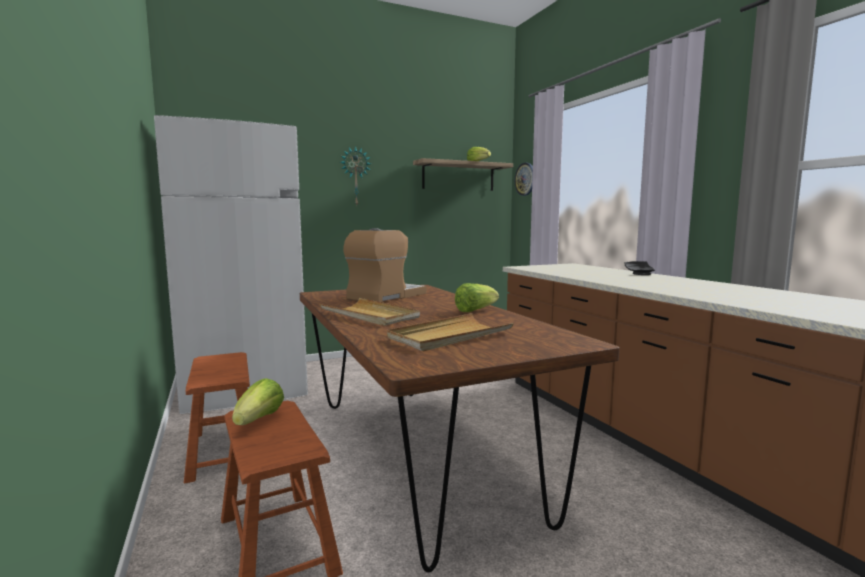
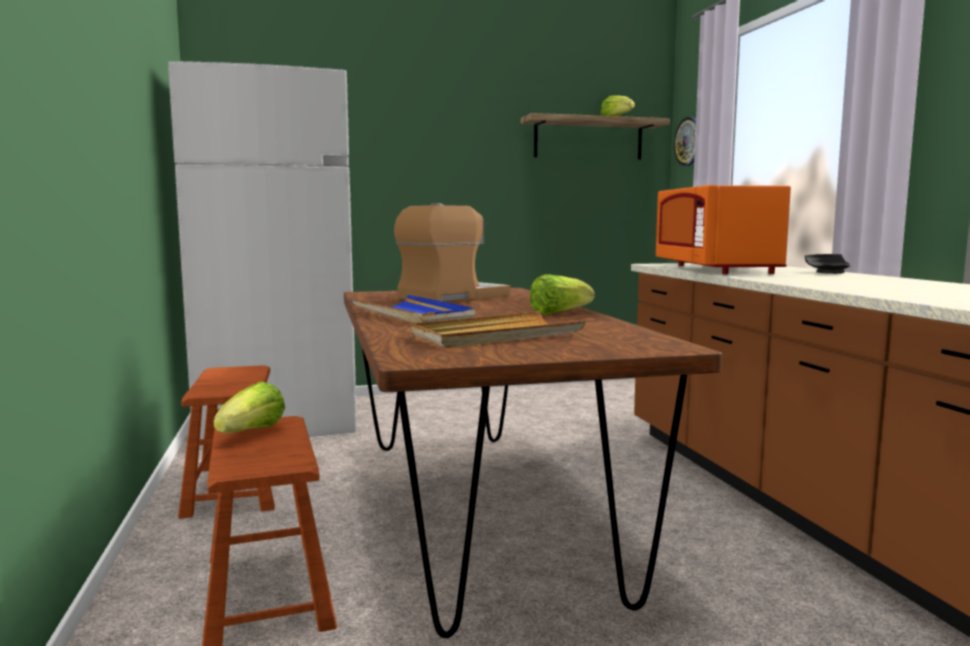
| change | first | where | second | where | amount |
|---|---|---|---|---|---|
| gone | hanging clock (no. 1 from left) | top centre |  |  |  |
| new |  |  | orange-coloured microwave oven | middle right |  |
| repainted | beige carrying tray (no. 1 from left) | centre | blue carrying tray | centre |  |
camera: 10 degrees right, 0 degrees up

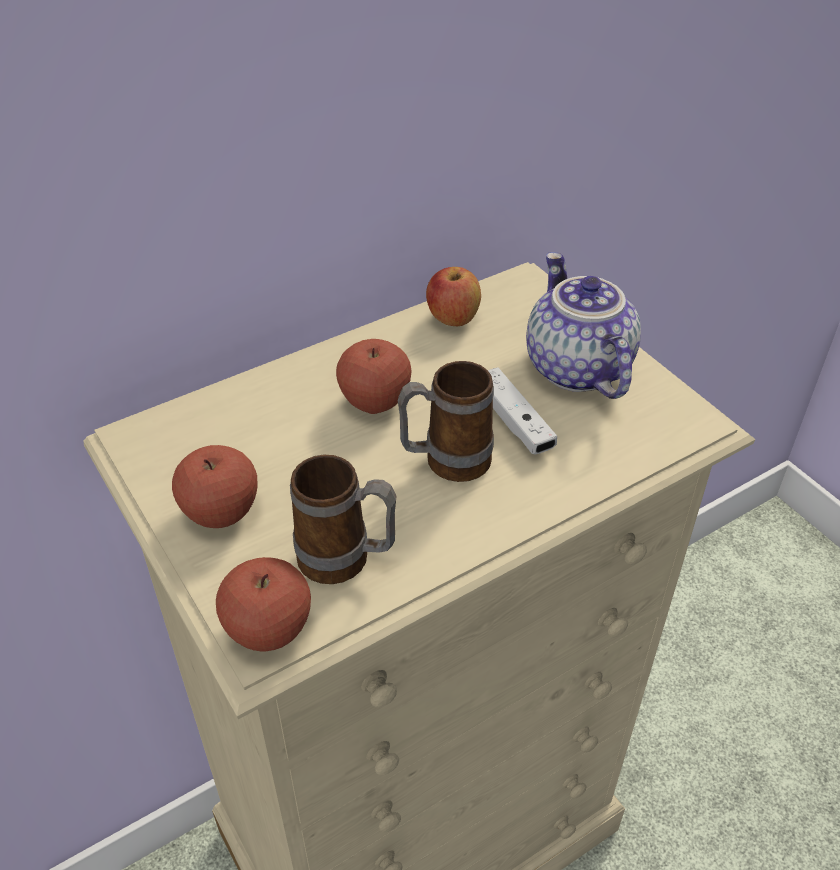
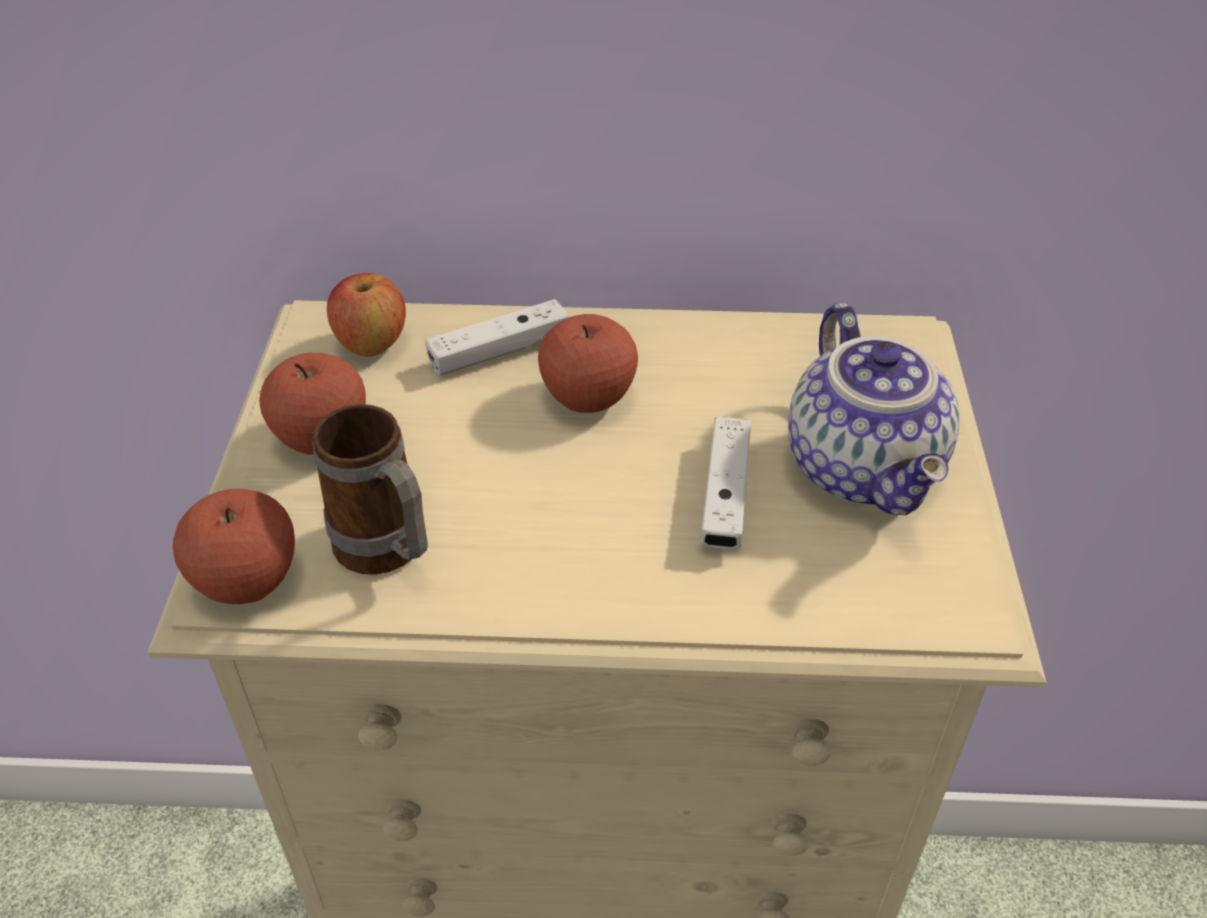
| change | first | where | second | where | amount |
|---|---|---|---|---|---|
| gone | coffee mug (no. 2 from left) | centre |  |  |  |
| new |  |  | white-coloured joypad (no. 1 from left) | centre |  |
| shifted | apple fruit (no. 4 from left in the first image) | centre | apple fruit (no. 3 from left) | middle left |  |
| rotated | tea pot | middle right |  | middle right | 150 degrees clockwise |
camera: 35 degrees right, 0 degrees up

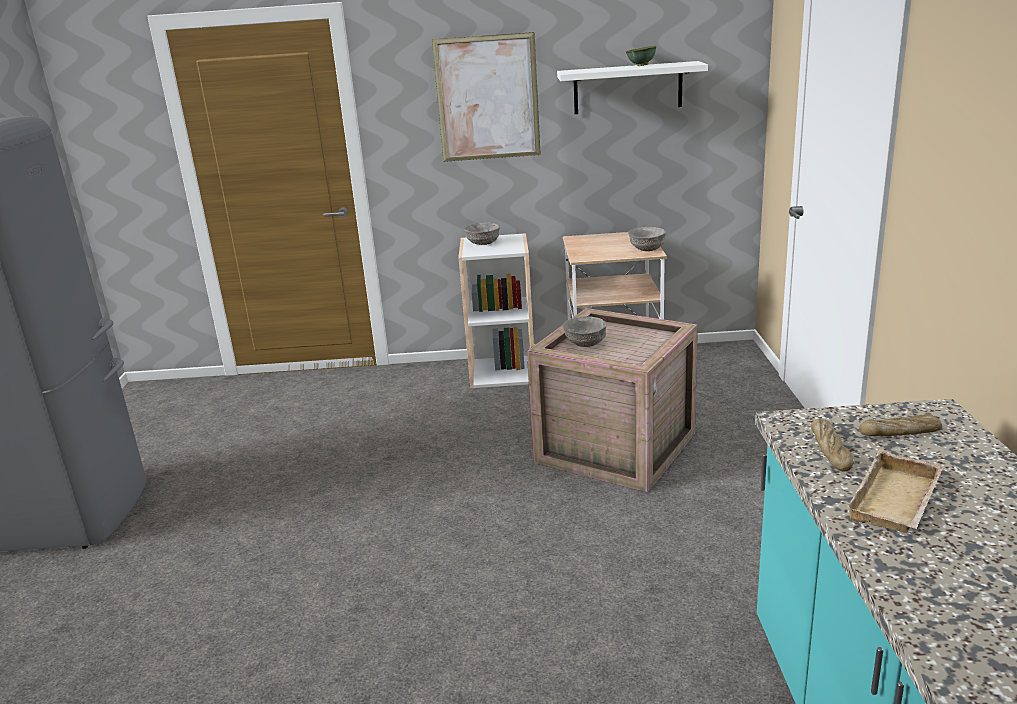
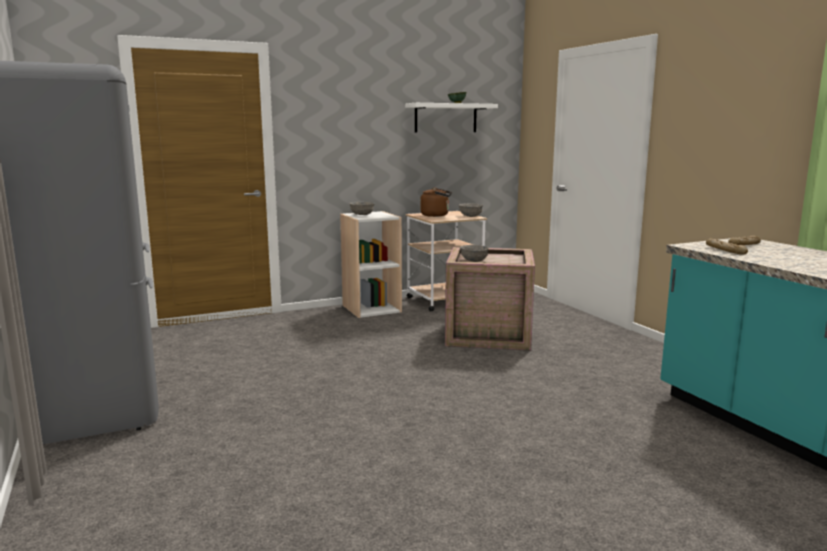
| change | first | where | second | where | amount |
|---|---|---|---|---|---|
| gone | wall art | top centre |  |  |  |
| gone | beige carrying tray | bottom right |  |  |  |
| new |  |  | brown kettle | centre |  |
camera: 25 degrees left, 10 degrees down

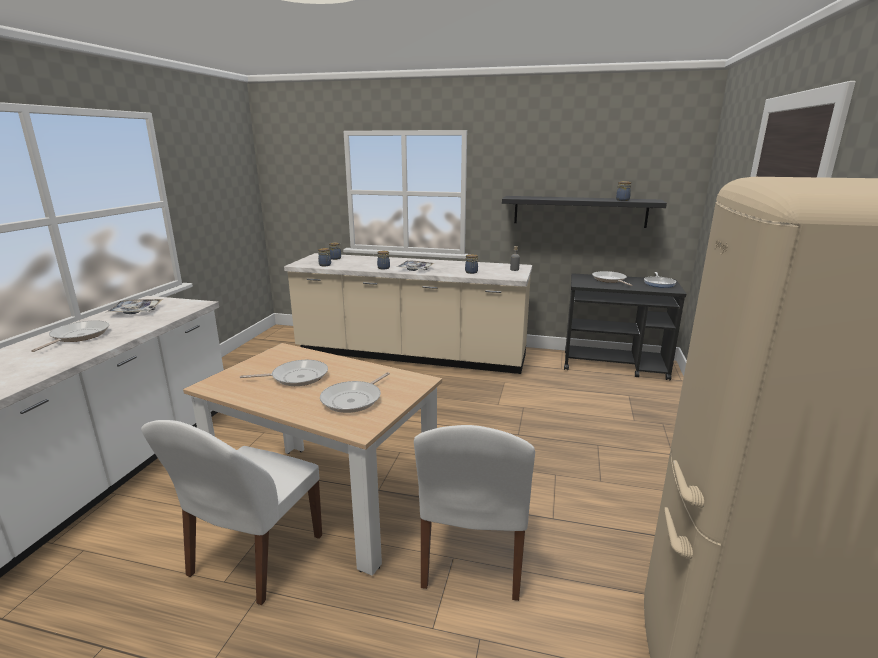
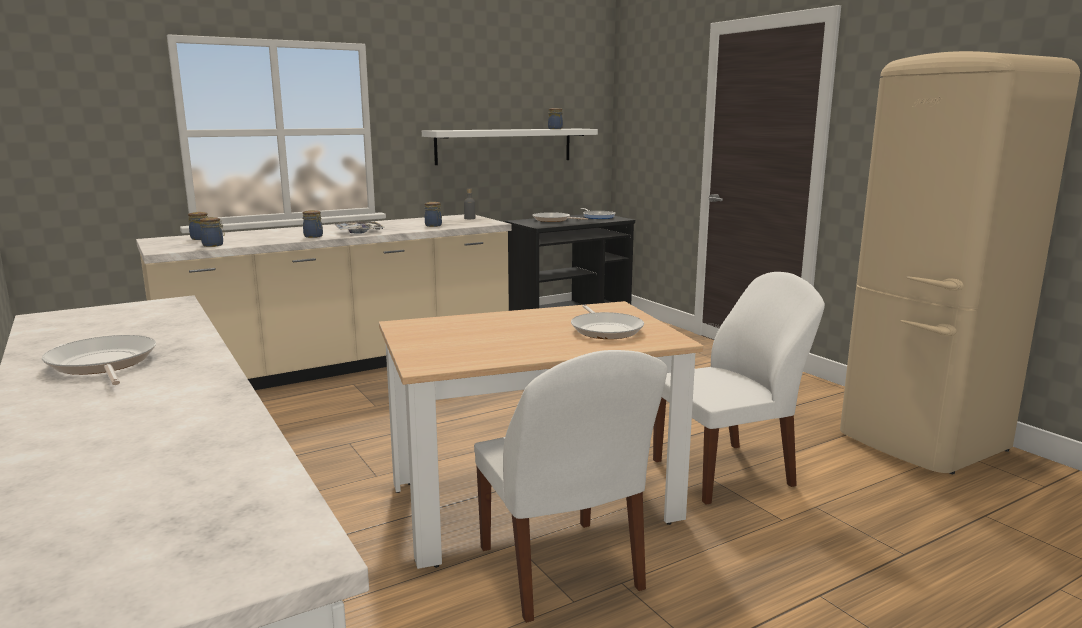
| change | first | where | second | where | amount |
|---|---|---|---|---|---|
| gone | carrying tray (no. 1 from left) | middle left |  |  |  |
| gone | pan (no. 2 from left) | middle left |  |  |  |
| repainted | blackish bracket shelf | top centre | white-coloured bracket shelf | top centre |  |
| rotated | white-coloured upright chair (no. 2 from left) | bottom centre |  | middle right | 75 degrees counterclockwise |
camera: 45 degrees left, 5 degrees down

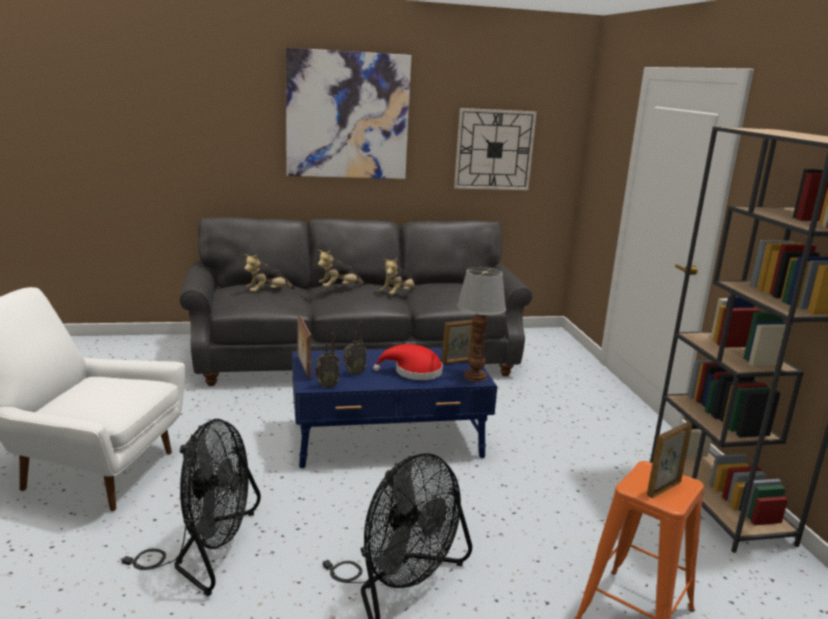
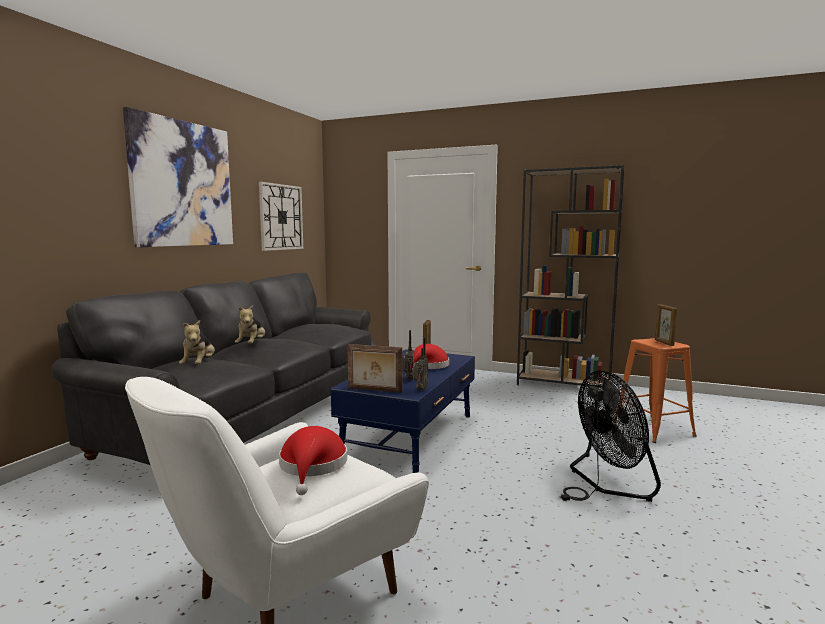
| change | first | where | second | where | amount |
|---|---|---|---|---|---|
| gone | blackish electric fan (no. 1 from left) | bottom left |  |  |  |
| gone | plush toy (no. 3 from left) | centre |  |  |  |
| gone | lamp for a table | centre |  |  |  |
| new |  |  | red-coloured wearable hat (no. 1 from left) | bottom centre |  |
camera: 55 degrees left, 10 degrees down

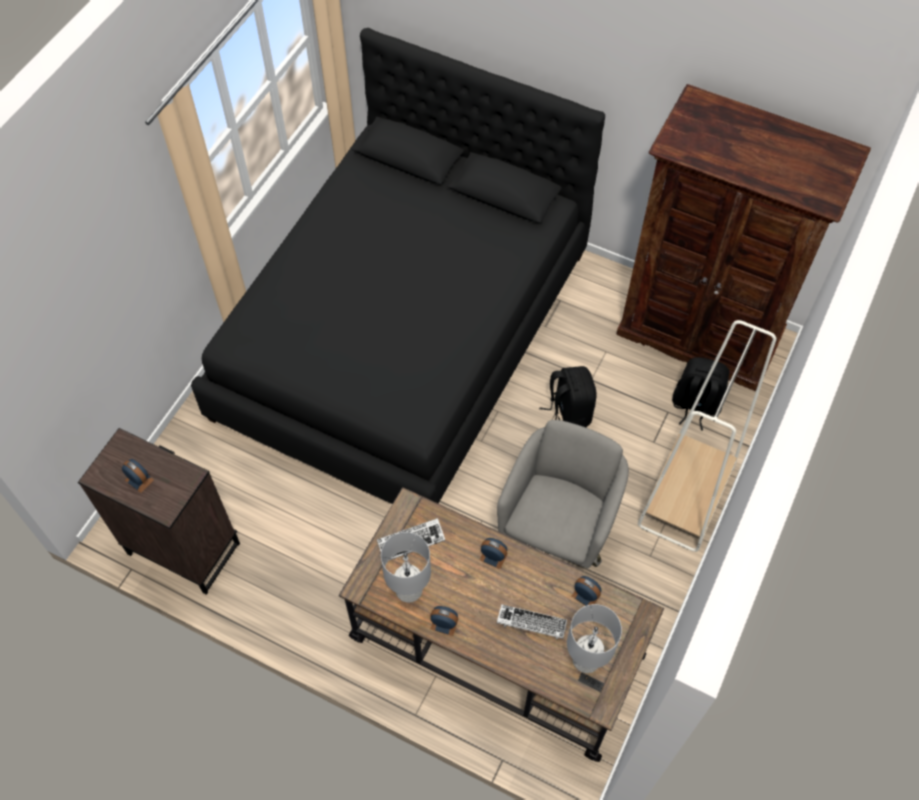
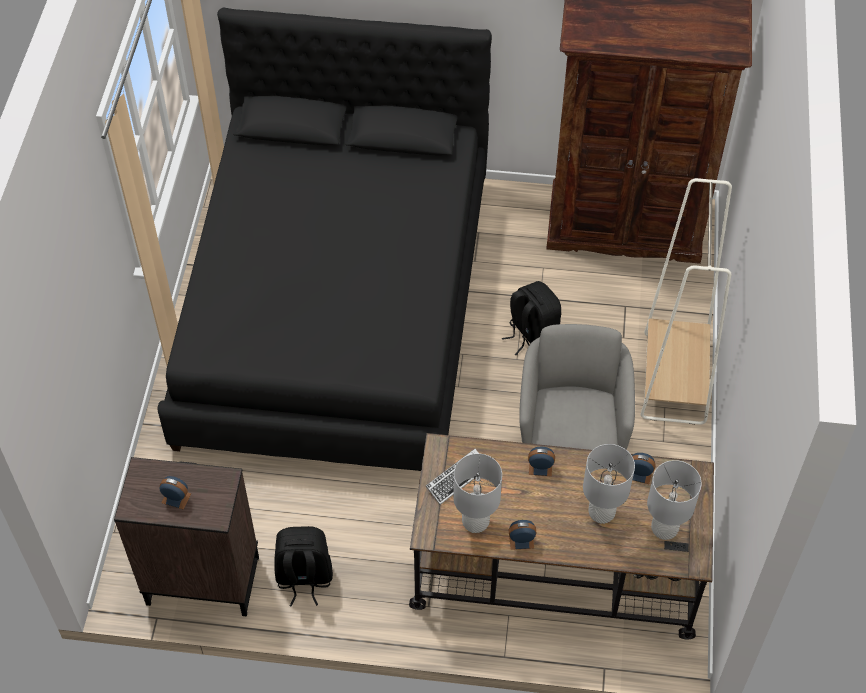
| change | first | where | second | where | amount |
|---|---|---|---|---|---|
| shifted | blackish rucksack (no. 2 from left in the first image) | middle right | blackish rucksack (no. 1 from left) | bottom centre |  |
| swapped | PC keyboard (no. 2 from left) | bottom centre | grey lamp for a table (no. 2 from left) | bottom right |  |
camera: 20 degrees left, 5 degrees down

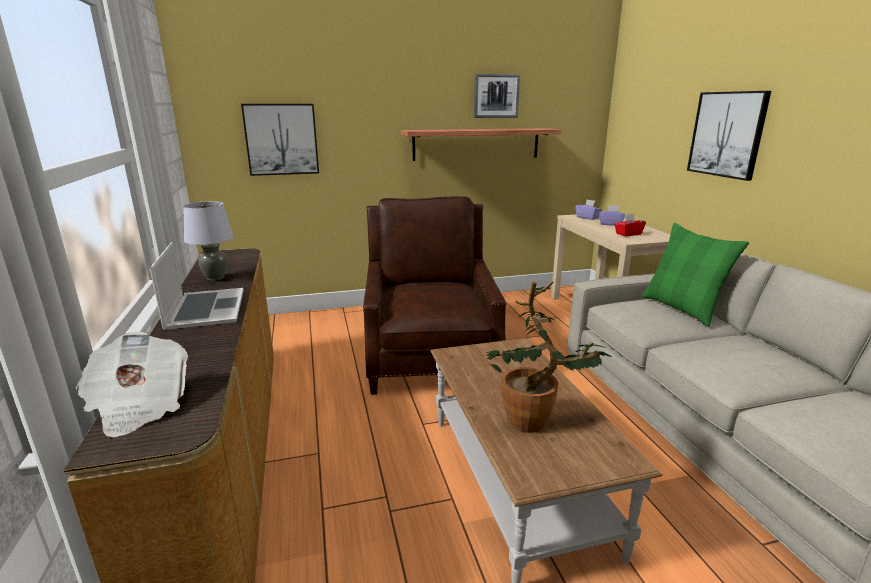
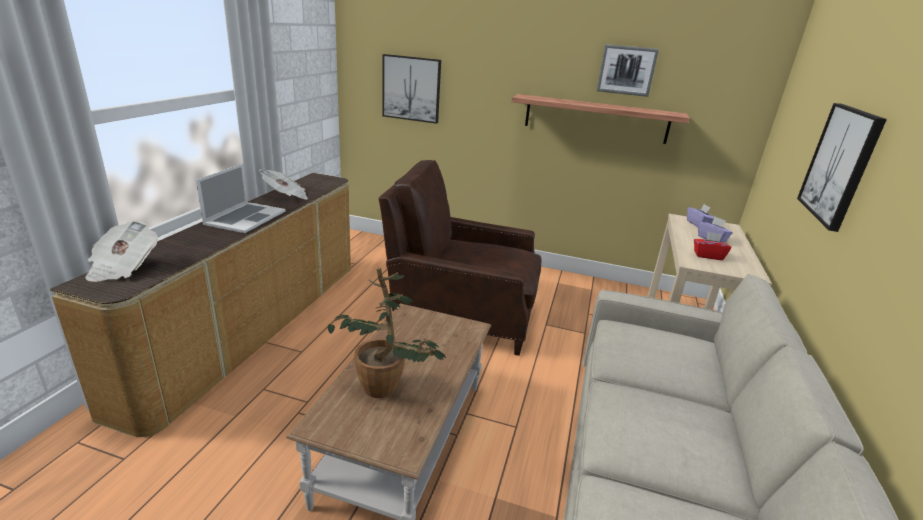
| change | first | where | second | where | amount |
|---|---|---|---|---|---|
| gone | green cushion | middle right |  |  |  |
| swapped | grey lamp for a table | middle left | newspaper (no. 2 from left) | middle left |  |
| rotated | brown easy chair | centre |  | centre | 105 degrees counterclockwise |
camera: 30 degrees right, 5 degrees up

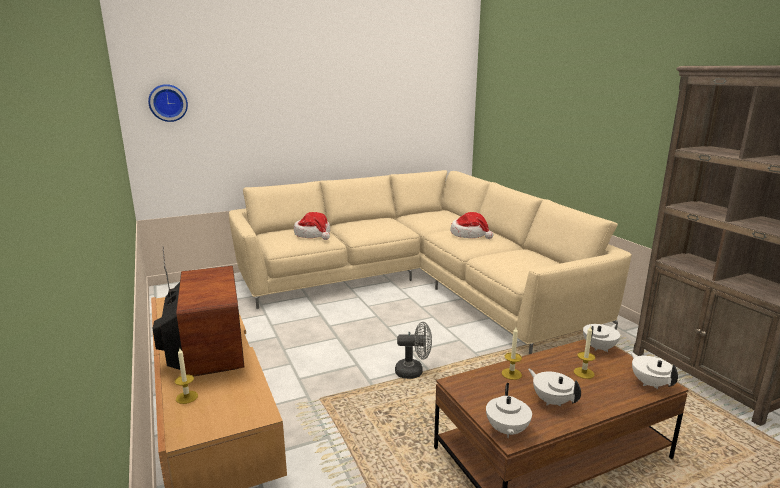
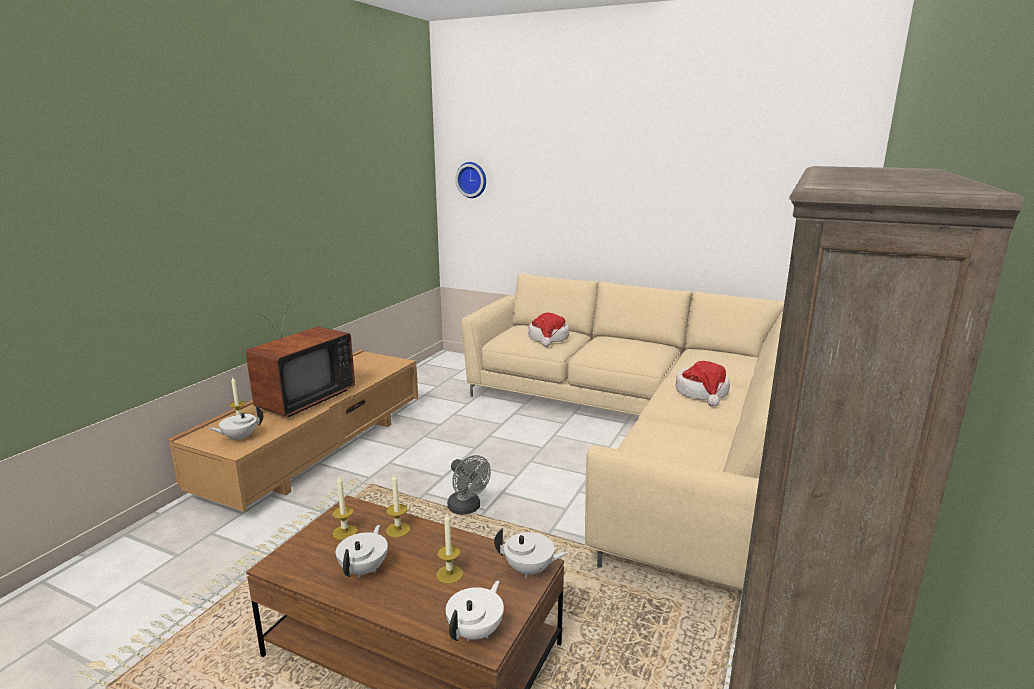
| change | first | where | second | where | amount |
|---|---|---|---|---|---|
| new |  |  | candle (no. 2 from left) | bottom centre |  |
| shifted | white-coloured tea pot (no. 1 from left) | bottom centre |  | middle left |  |
camera: 50 degrees right, 0 degrees up

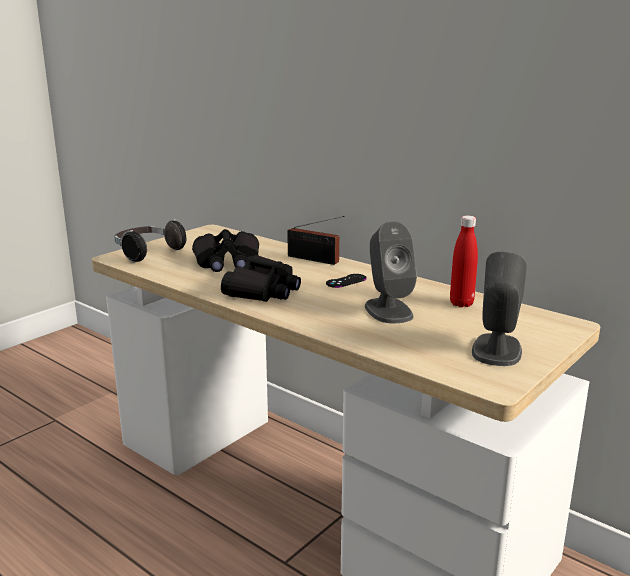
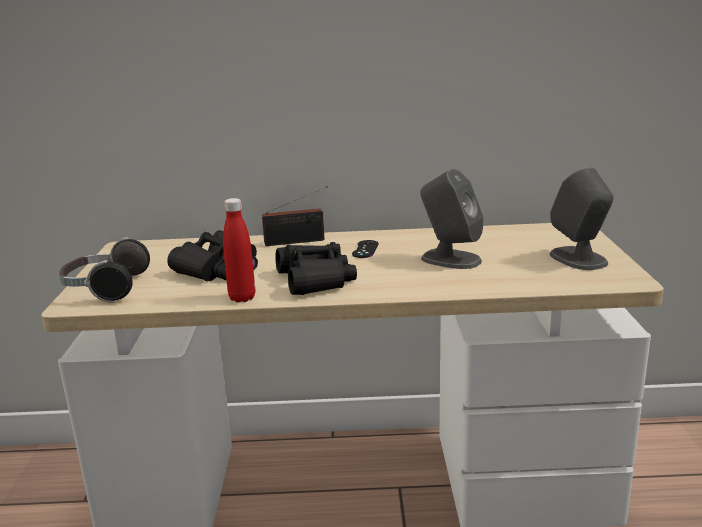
| change | first | where | second | where | amount |
|---|---|---|---|---|---|
| shifted | red-coloured bottle | middle right |  | centre |  |
camera: 40 degrees left, 0 degrees up

